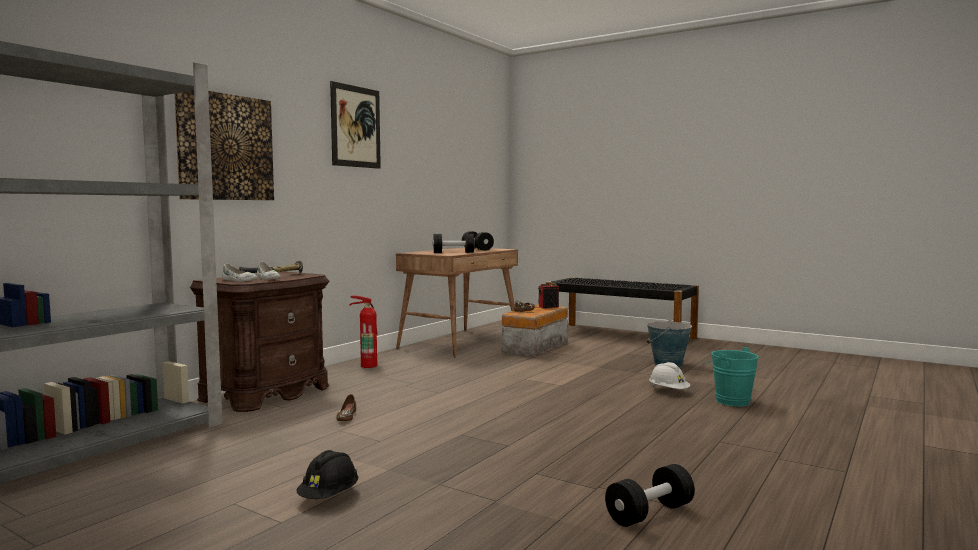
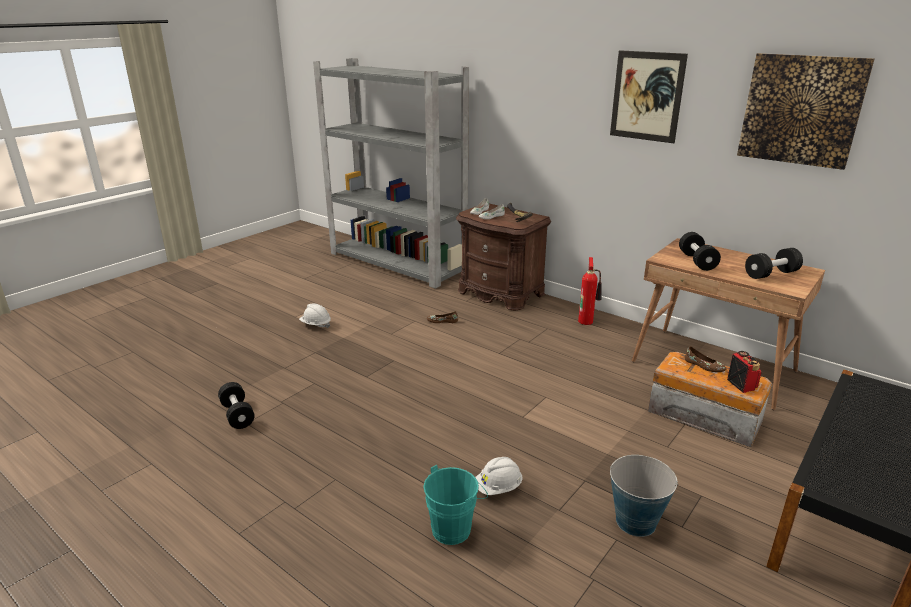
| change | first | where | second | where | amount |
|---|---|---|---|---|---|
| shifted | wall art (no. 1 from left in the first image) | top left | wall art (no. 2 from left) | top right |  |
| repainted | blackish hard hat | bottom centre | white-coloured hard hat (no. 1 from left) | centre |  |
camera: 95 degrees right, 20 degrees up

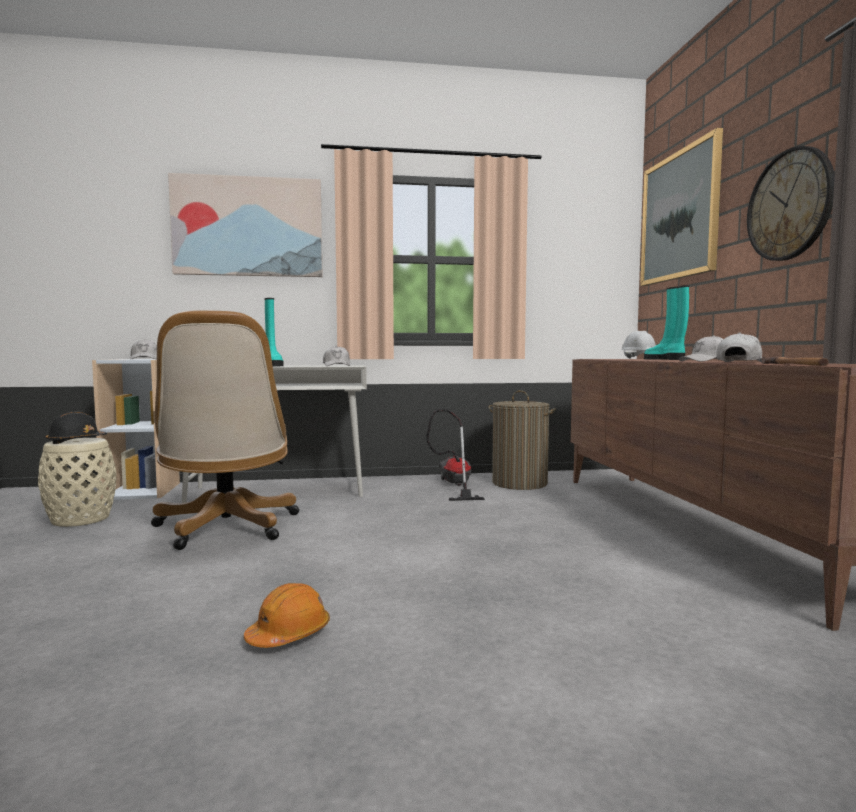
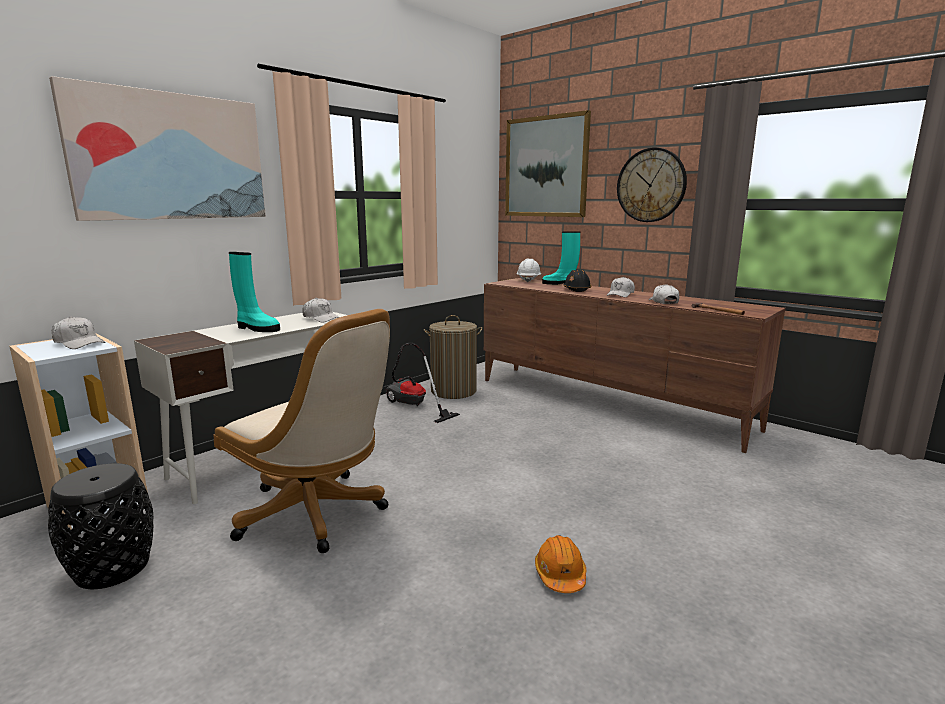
| change | first | where | second | where | amount |
|---|---|---|---|---|---|
| shifted | blackish hard hat | middle left |  | centre |  |
| repainted | beige stool seat | middle left | blackish stool seat | bottom left |  |
camera: 40 degrees left, 10 degrees up

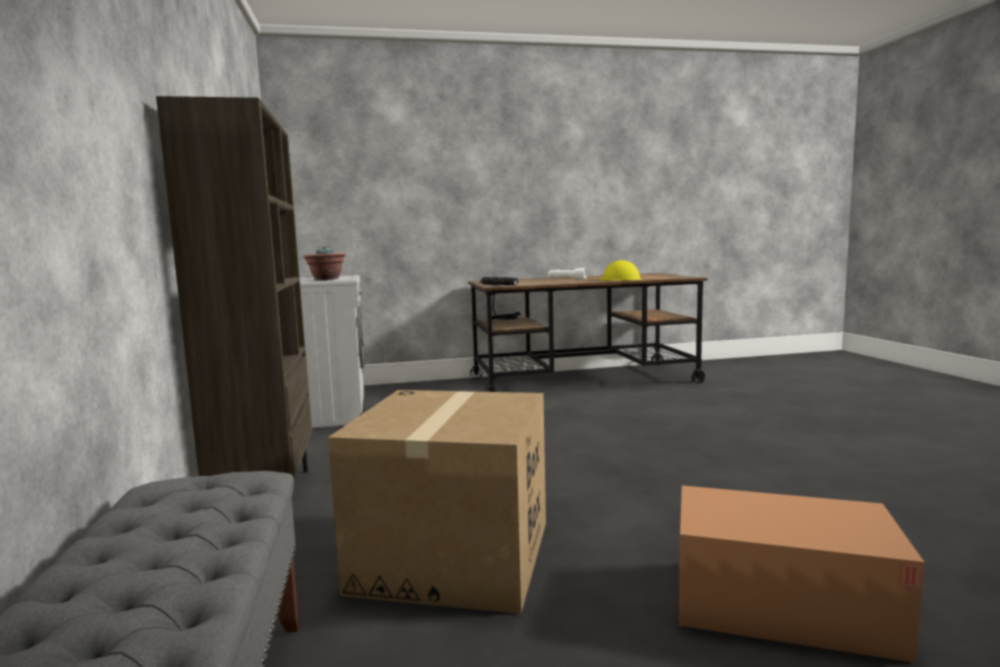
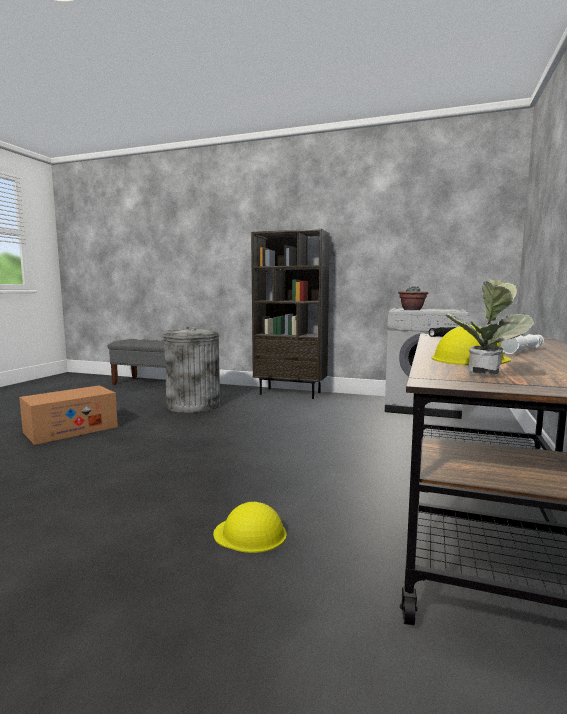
| change | first | where | second | where | amount |
|---|---|---|---|---|---|
| new |  |  | yellow-coloured hard hat (no. 1 from left) | bottom centre |  |
| new |  |  | plant in a pot (no. 2 from left) | middle right |  |
| swapped | packing box (no. 1 from left) | bottom centre | grey waste bin | centre |  |
camera: 120 degrees right, 0 degrees up

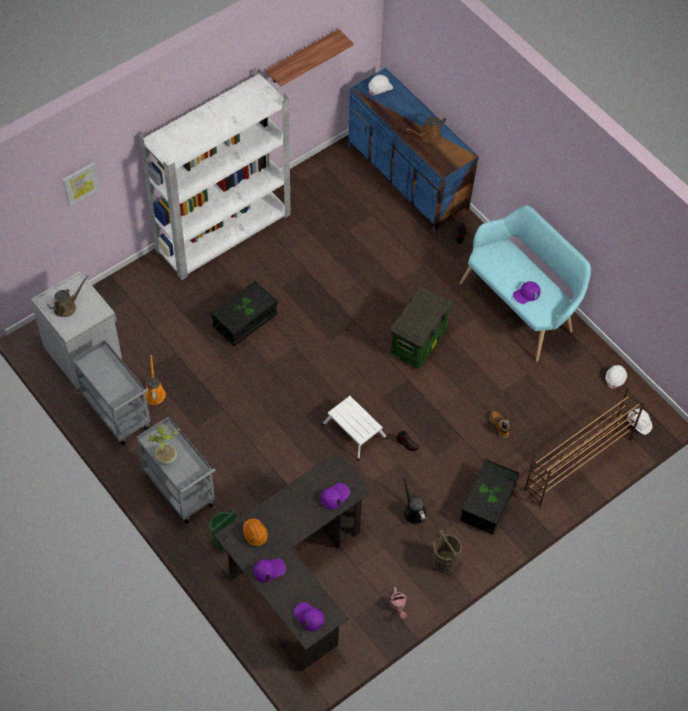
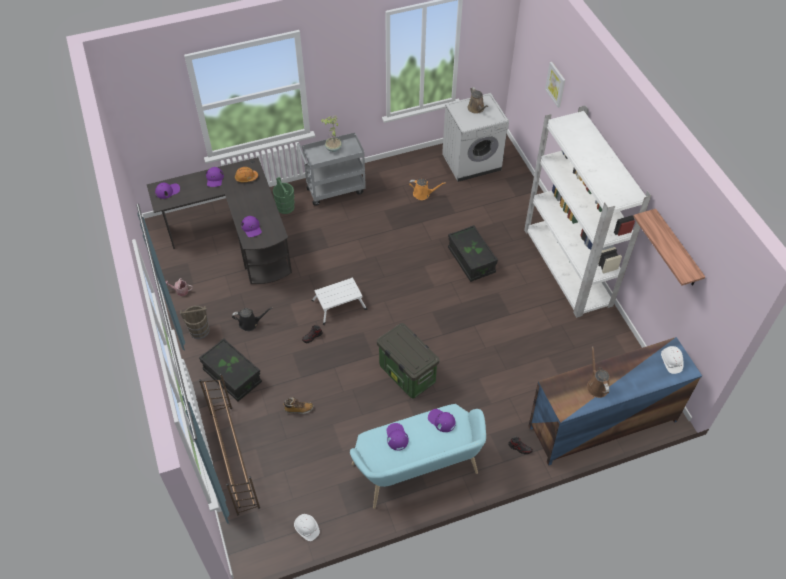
| change | first | where | second | where | amount |
|---|---|---|---|---|---|
| gone | grey cart (no. 1 from left) | middle left |  |  |  |
| gone | white-coloured hard hat (no. 3 from left) | middle right |  |  |  |
| new |  |  | purple baseball cap (no. 5 from left) | bottom centre |  |
camera: 110 degrees right, 5 degrees down

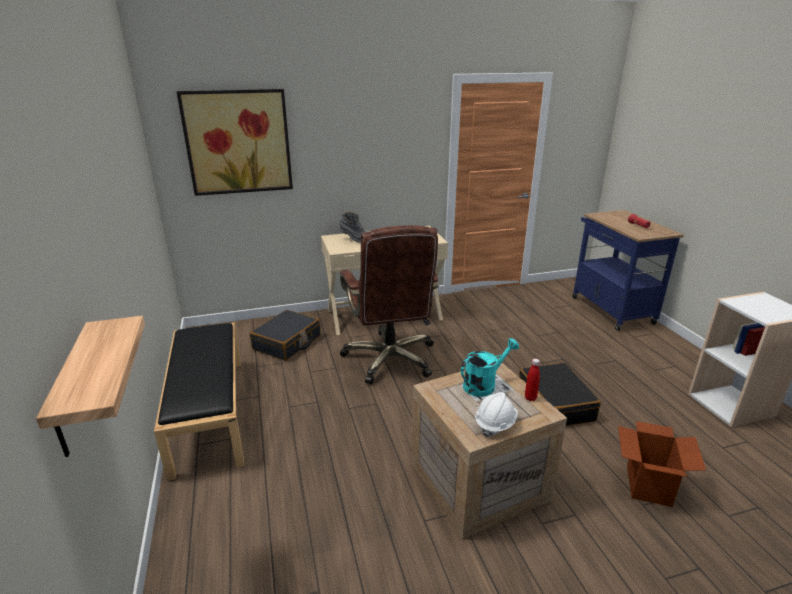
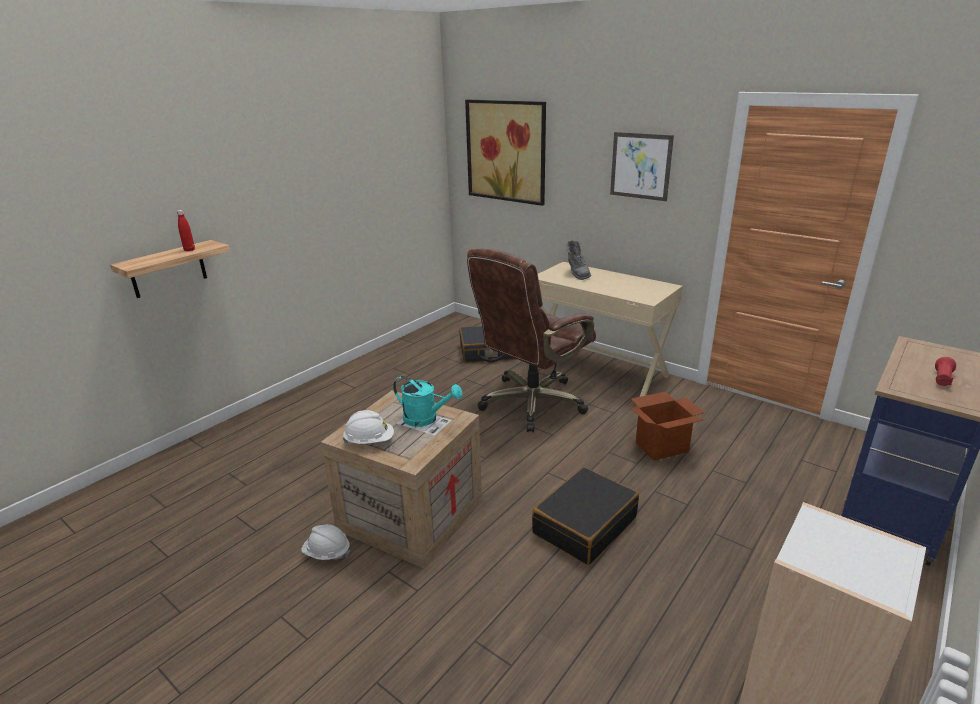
| change | first | where | second | where | amount |
|---|---|---|---|---|---|
| gone | blackish bench | bottom left |  |  |  |
| new |  |  | white-coloured hard hat (no. 1 from left) | bottom left |  |
| new |  |  | wall art (no. 2 from left) | top centre |  |
| shifted | red-coloured bottle | middle right |  | top left |  |
| shifted | packing box | bottom right |  | middle right |  |
camera: 55 degrees right, 0 degrees up

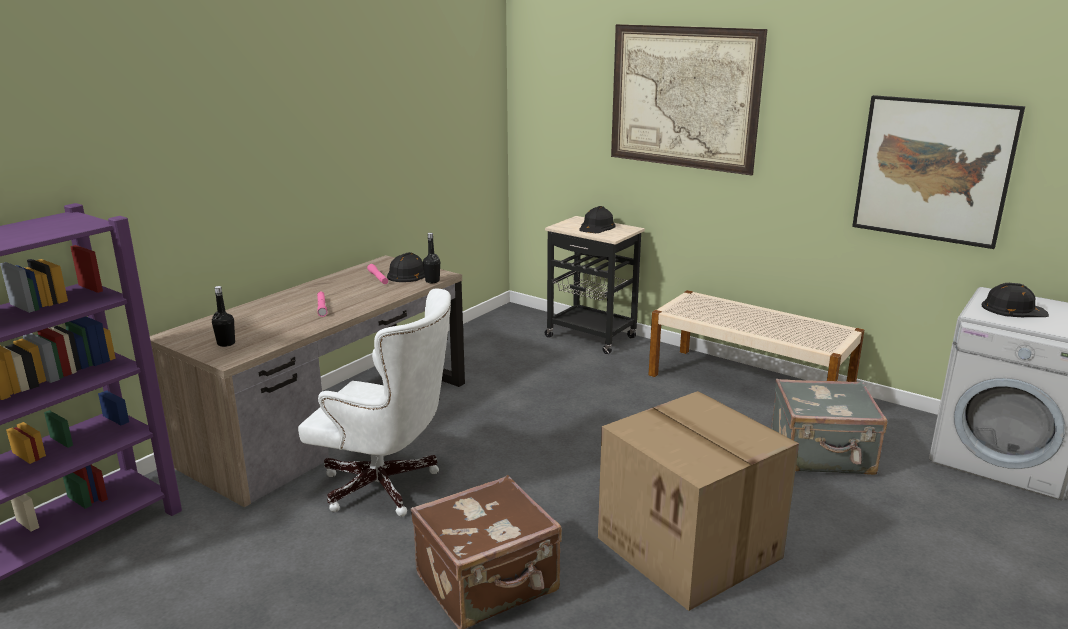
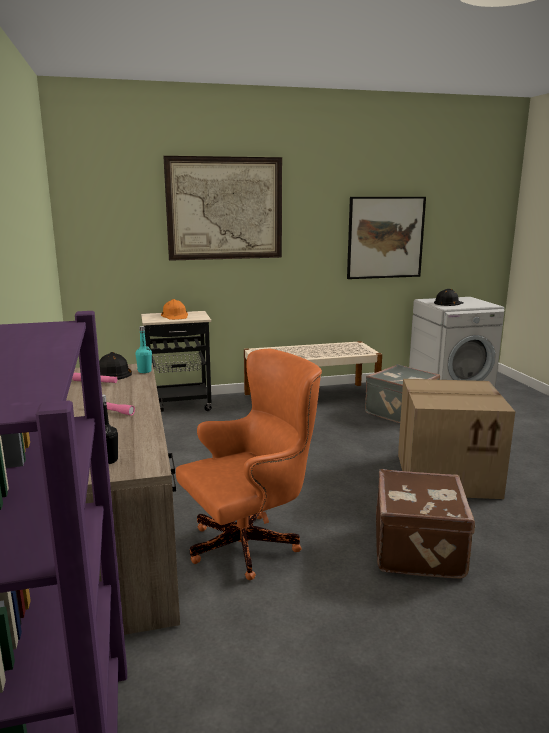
| change | first | where | second | where | amount |
|---|---|---|---|---|---|
| repainted | white-coloured desk chair | centre | orange-coloured desk chair | centre |  |
| repainted | blackish bottle (no. 2 from left) | centre | blue-green bottle | middle left |  |
| repainted | blackish hard hat (no. 2 from left) | centre | orange-coloured hard hat | middle left |  |
camera: 50 degrees left, 5 degrees down

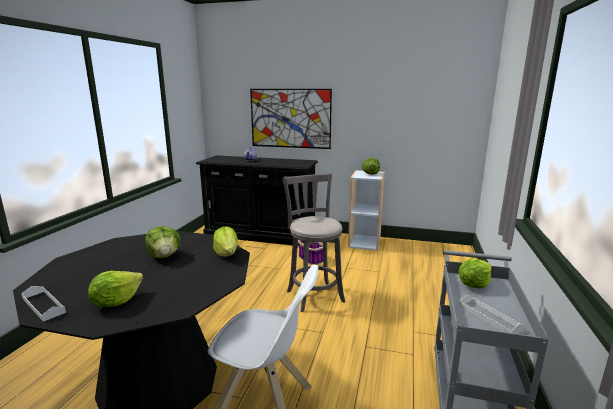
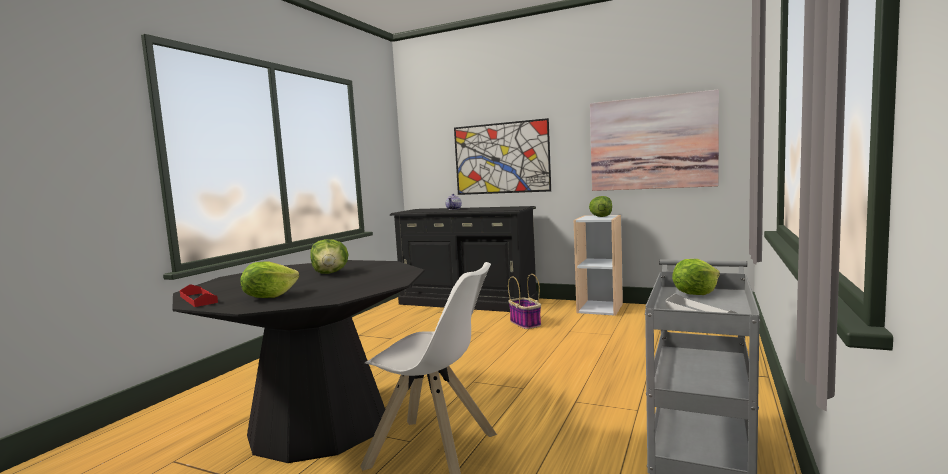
| change | first | where | second | where | amount |
|---|---|---|---|---|---|
| gone | head of lettuce (no. 3 from left) | centre |  |  |  |
| gone | grey stool seat | centre |  |  |  |
| new |  |  | wall art (no. 2 from left) | top right |  |
| repainted | white-coloured carrying tray (no. 1 from left) | bottom left | red-coloured carrying tray | middle left |  |
camera: 10 degrees right, 10 degrees down

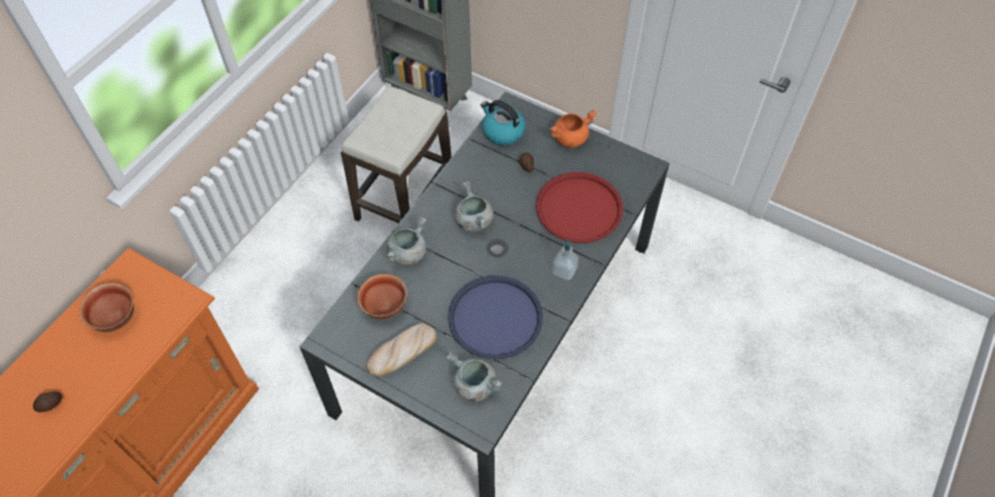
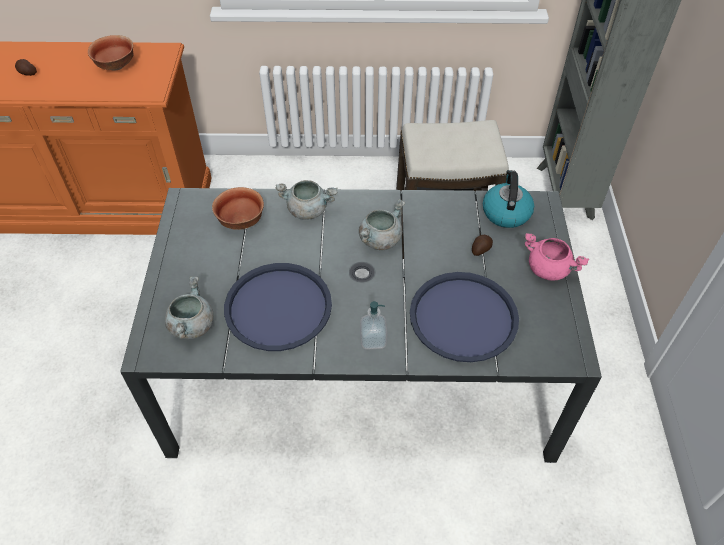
| change | first | where | second | where | amount |
|---|---|---|---|---|---|
| gone | bakery bread | bottom centre |  |  |  |
| repainted | red-coloured carrying tray | centre | blue carrying tray (no. 2 from left) | centre |  |
| repainted | orange-coloured saucepot | top centre | pink saucepot | middle right |  |
camera: 60 degrees right, 5 degrees down

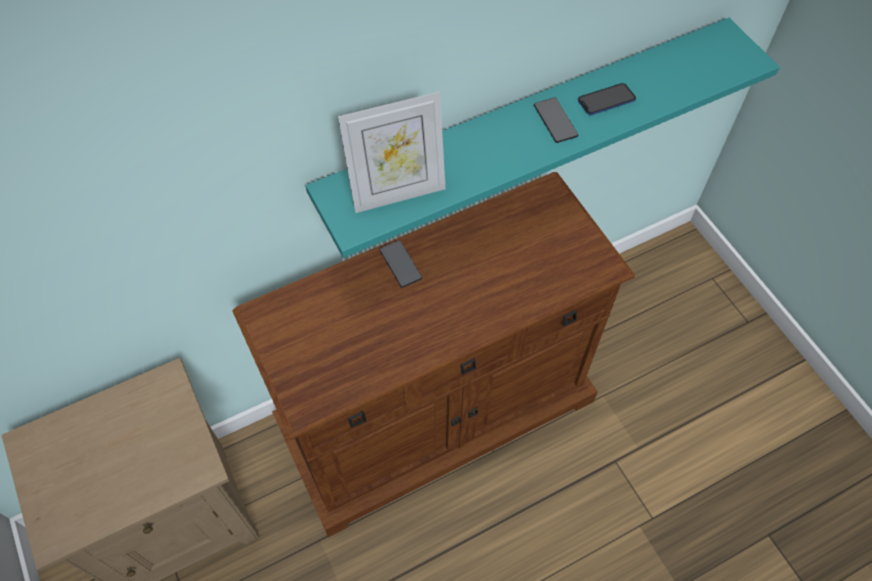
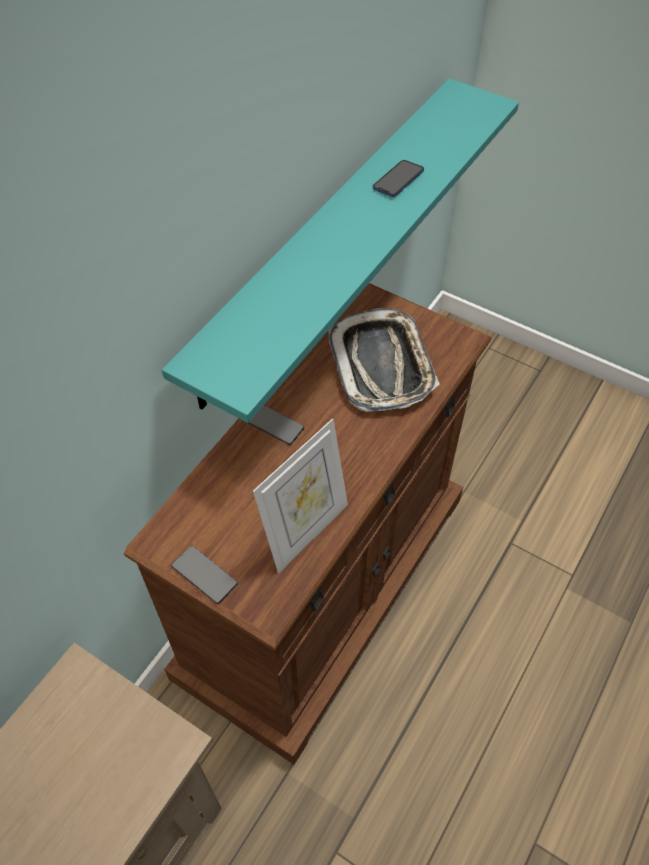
| change | first | where | second | where | amount |
|---|---|---|---|---|---|
| new |  |  | carrying tray | centre |  |
| shifted | standing frame | top centre |  | centre |  |
| shifted | handset (no. 2 from left in the first image) | top centre | handset (no. 1 from left) | middle left |  |
camera: 30 degrees left, 5 degrees down

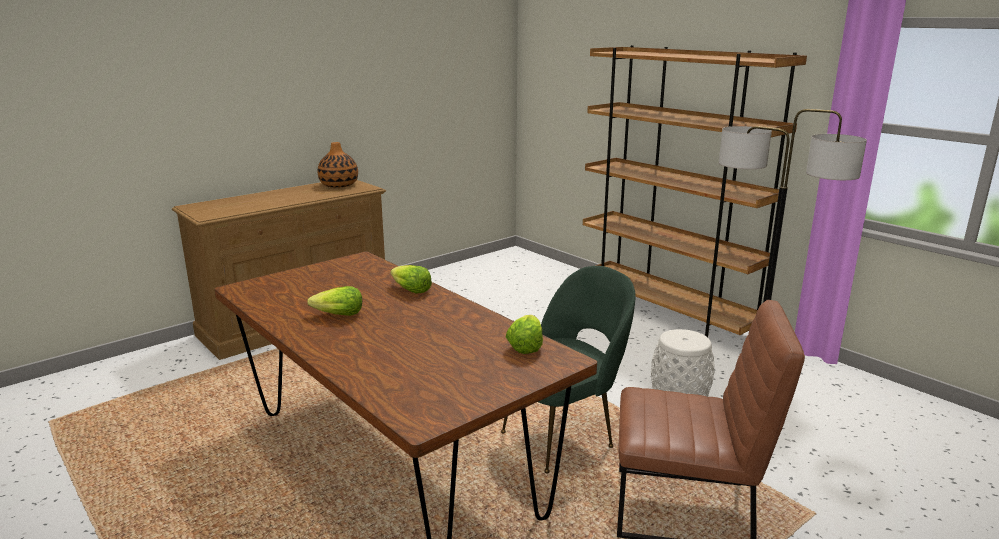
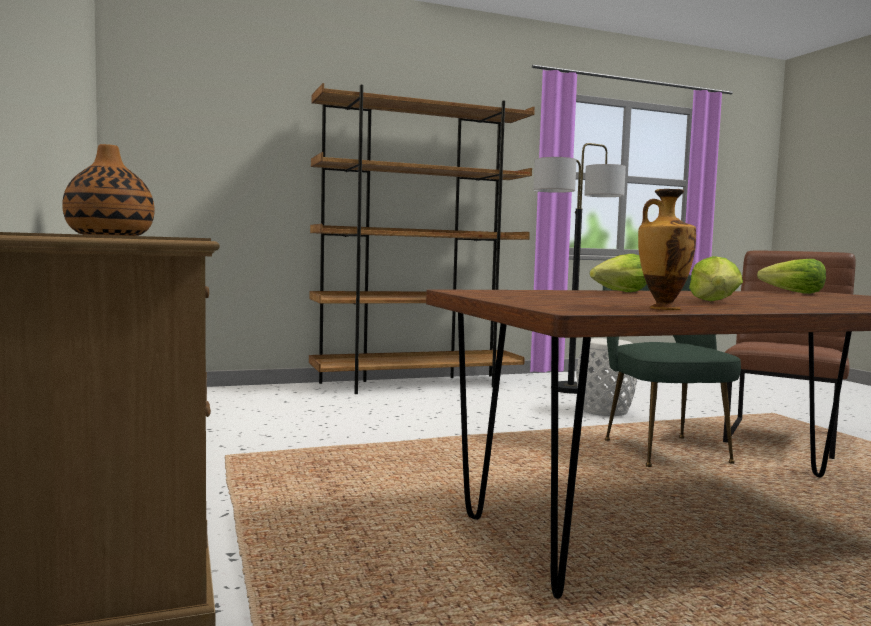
| change | first | where | second | where | amount |
|---|---|---|---|---|---|
| new |  |  | flower vase (no. 2 from left) | middle right |  |
camera: 70 degrees left, 15 degrees down

